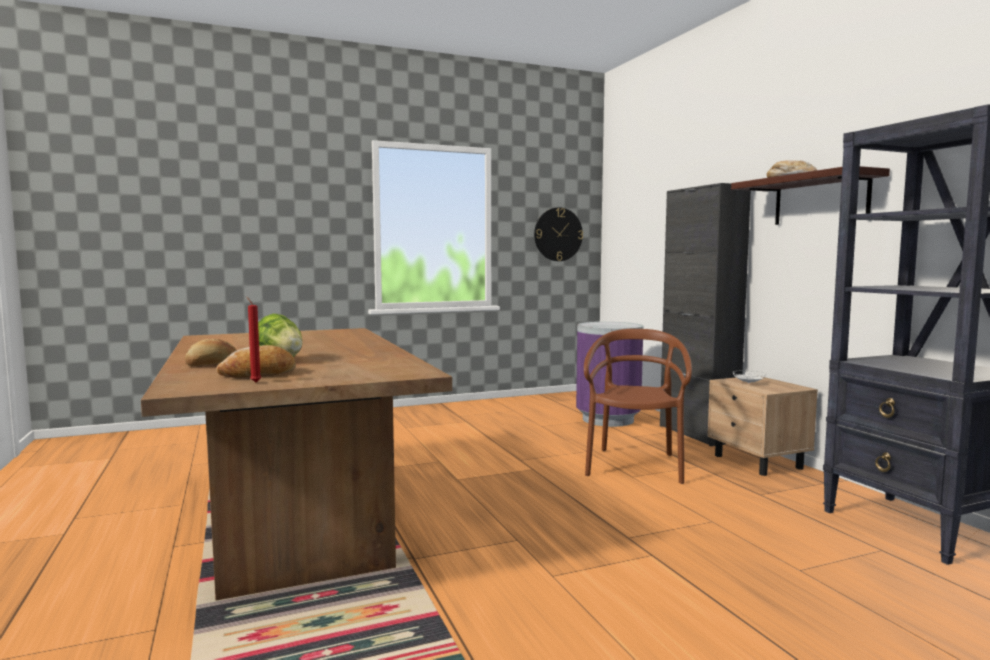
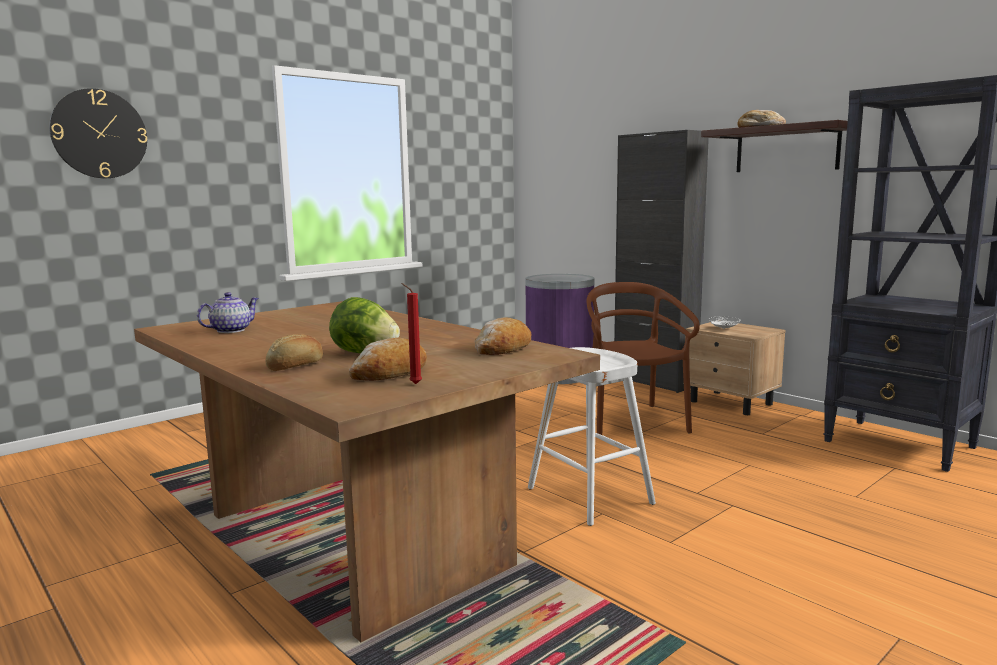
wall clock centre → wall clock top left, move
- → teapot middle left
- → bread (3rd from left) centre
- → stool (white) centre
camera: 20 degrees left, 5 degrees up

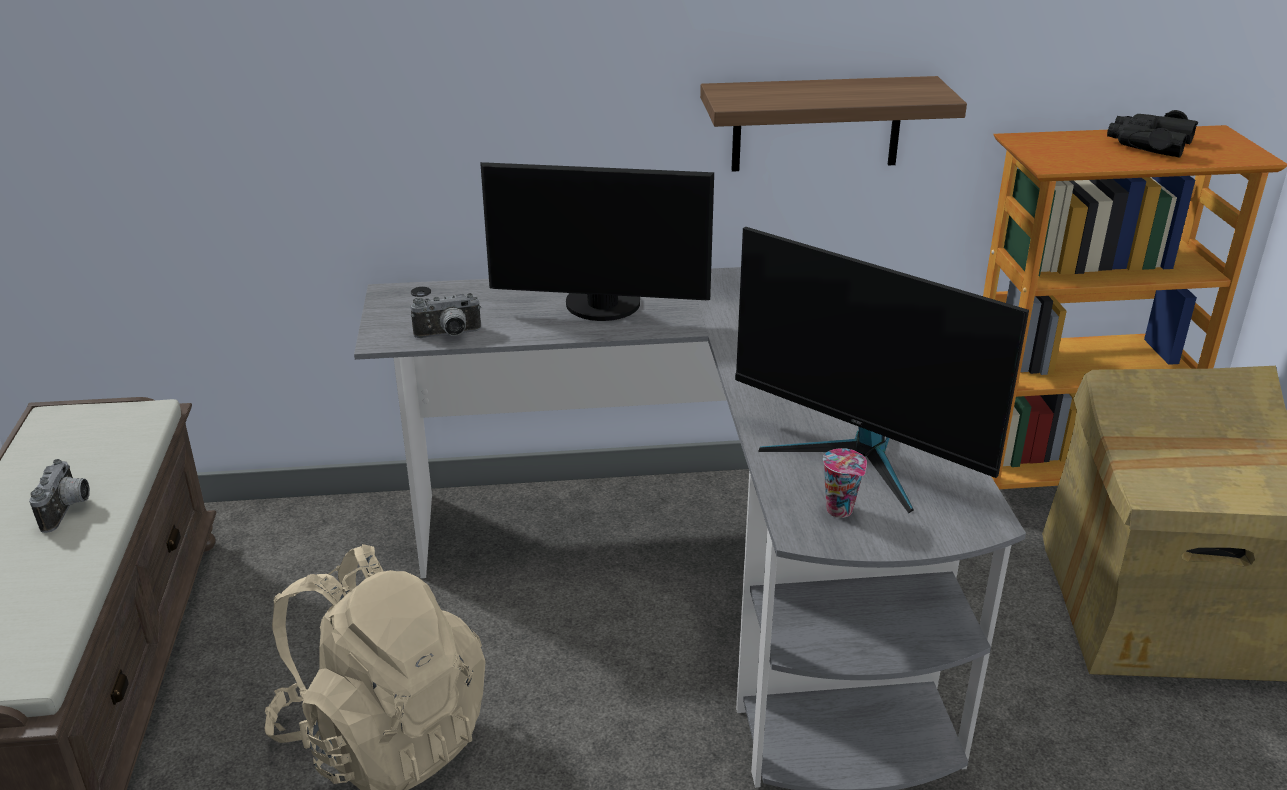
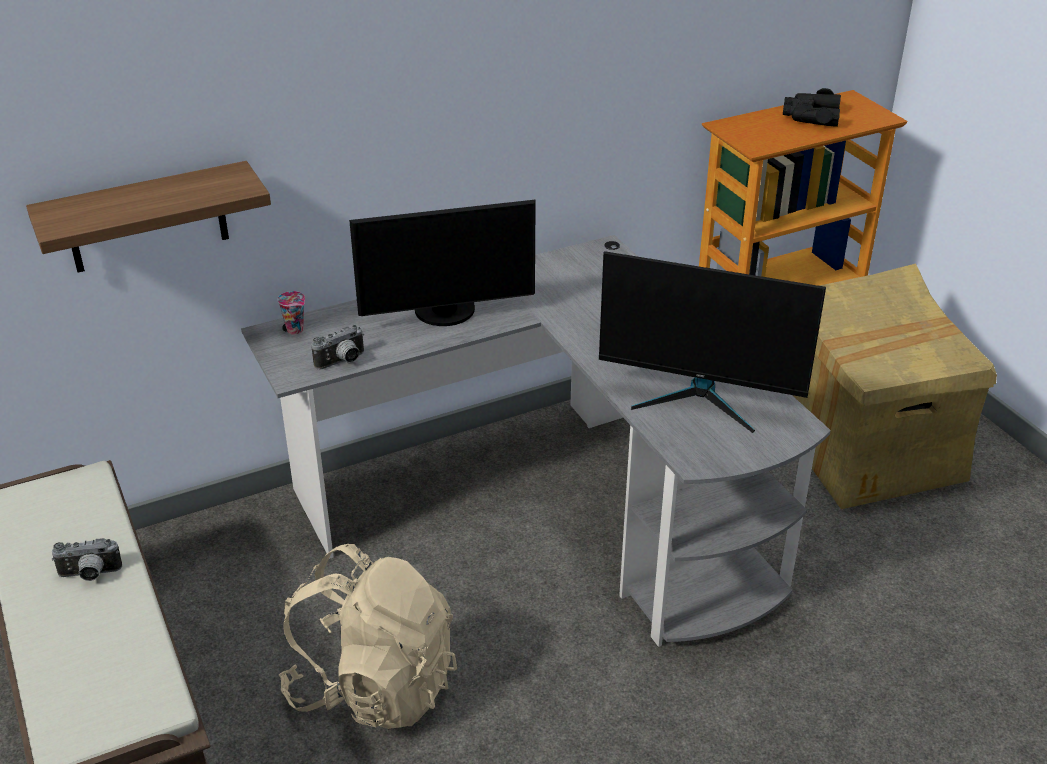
shelf top centre → shelf top left, move
photo camera (1st from left) middle left → photo camera (1st from left) bottom left, 105 degrees clockwise
cup centre → cup middle left, move
camera: 20 degrees left, 5 degrees up

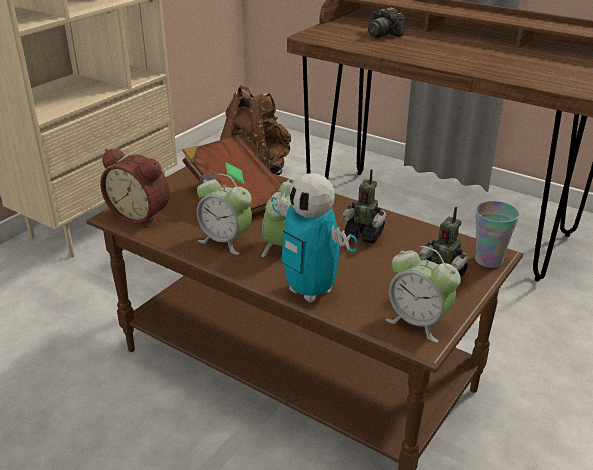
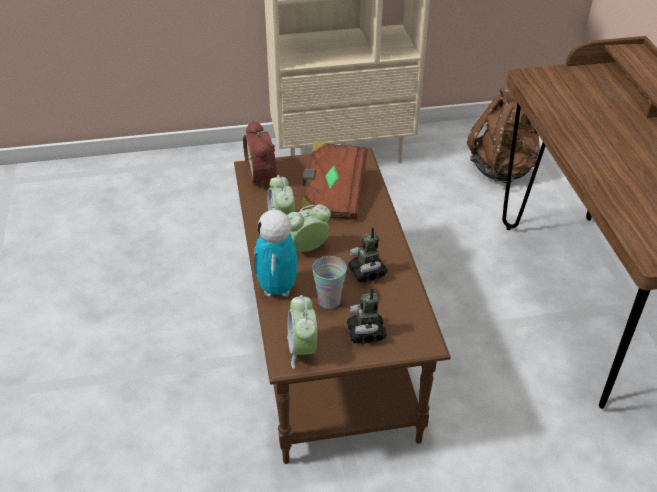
cup middle right → cup centre, move
photo camera top centre → -
camera: 45 degrees right, 10 degrees up

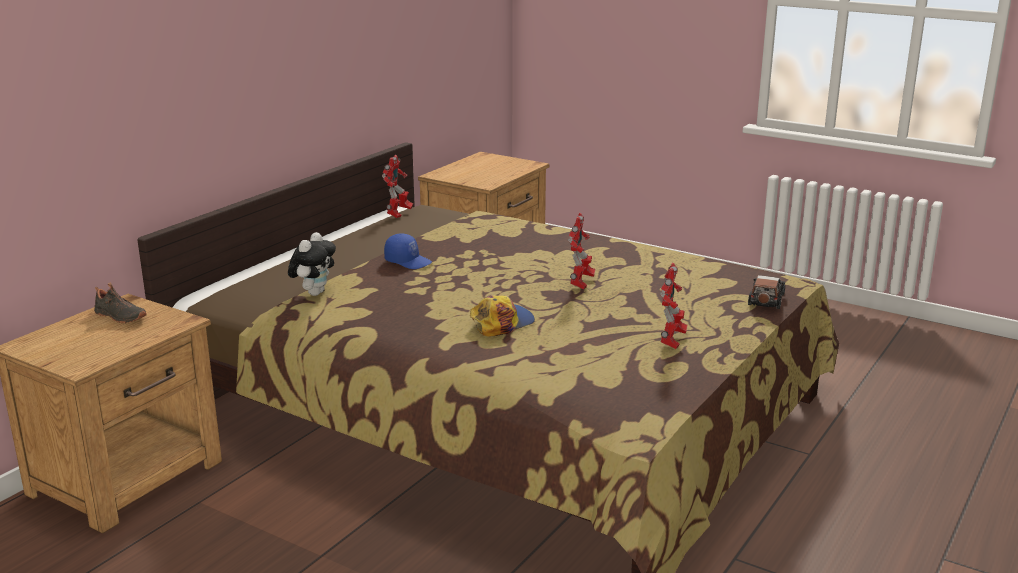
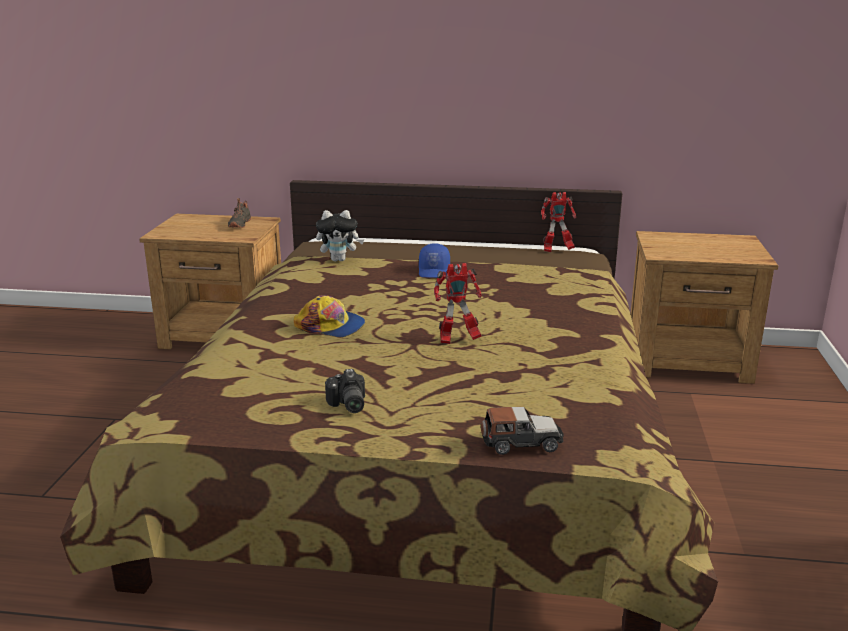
toy robot (3rd from left) centre → photo camera centre
camera: 65 degrees right, 0 degrees up

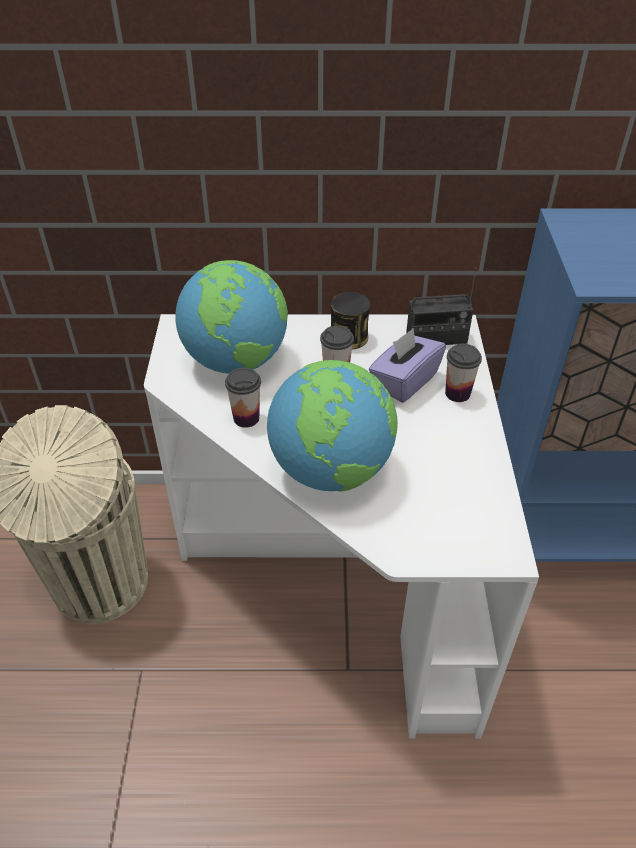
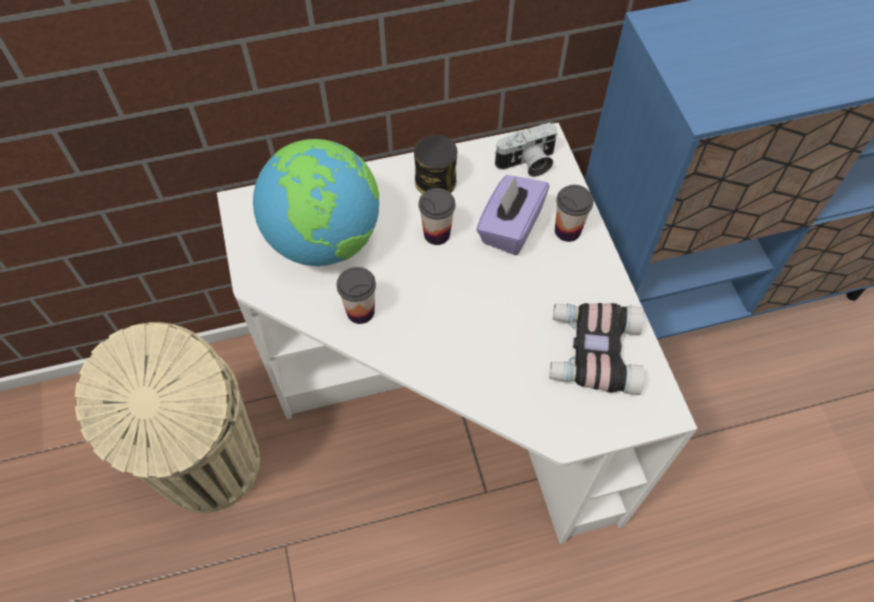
radio middle right → photo camera top centre
- → binoculars middle right
globe (2nd from left) centre → -
camera: 15 degrees left, 15 degrees up

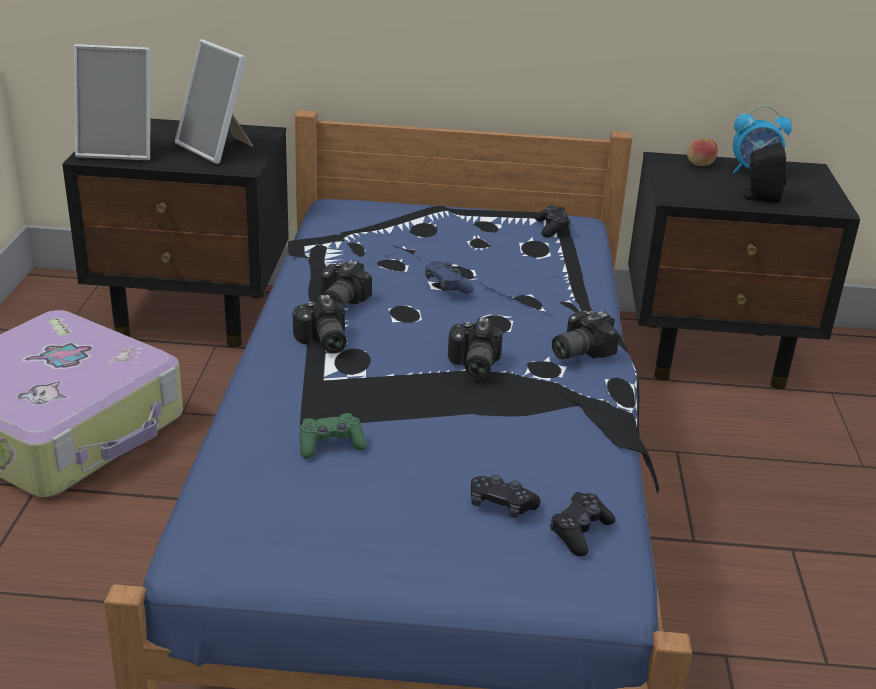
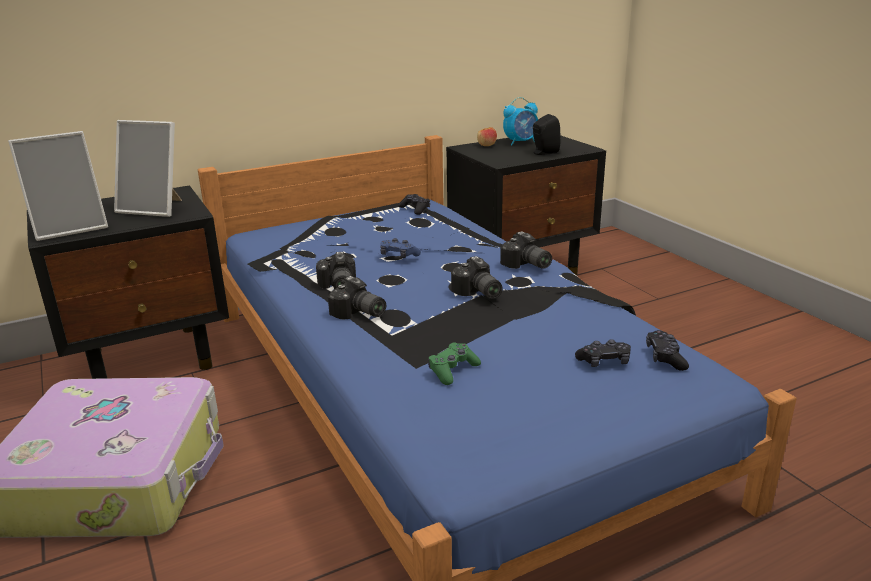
photo camera (4th from left) middle right → photo camera (4th from left) centre, 60 degrees counterclockwise
camera: 30 degrees left, 5 degrees down

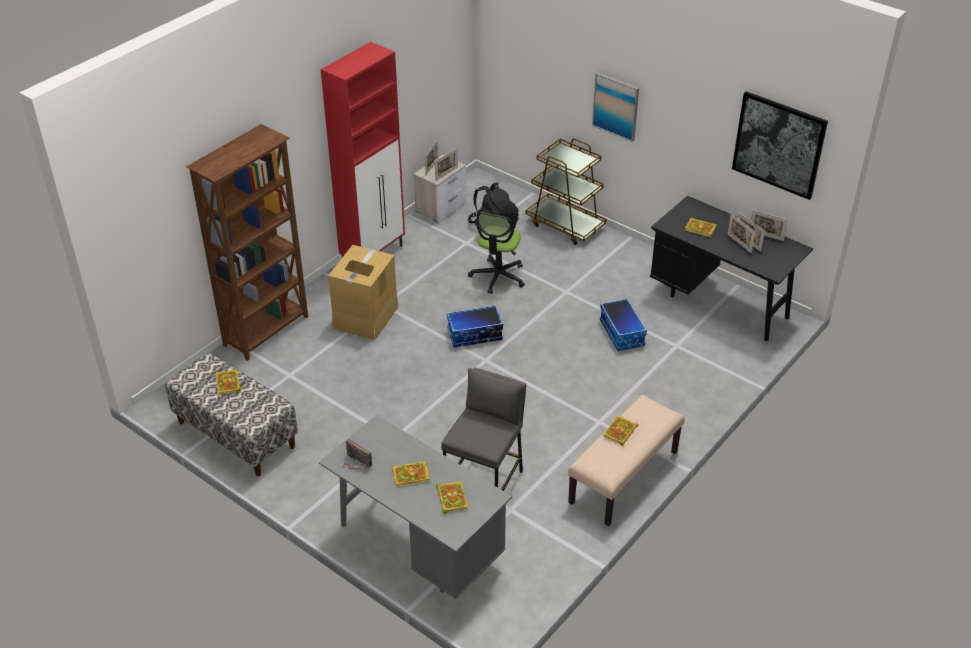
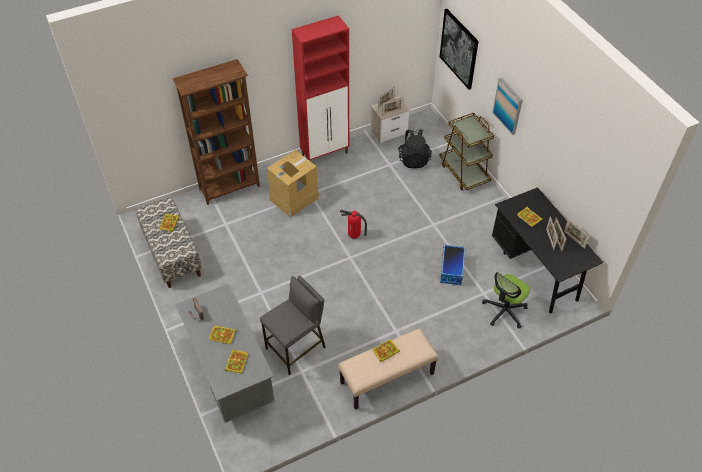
storage box (1st from left) centre → fire extinguisher centre
picture (2nd from left in the first image) top right → picture (1st from left) top centre, move
office chair centre → office chair middle right, move
camera: 25 degrees right, 10 degrees up

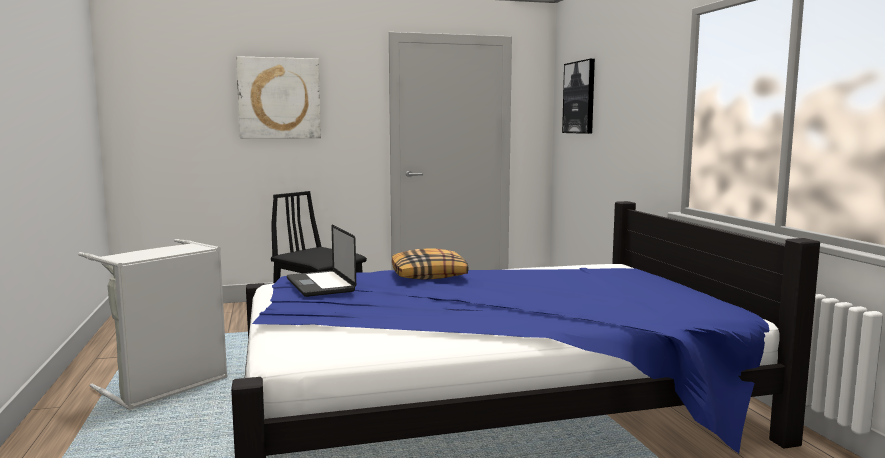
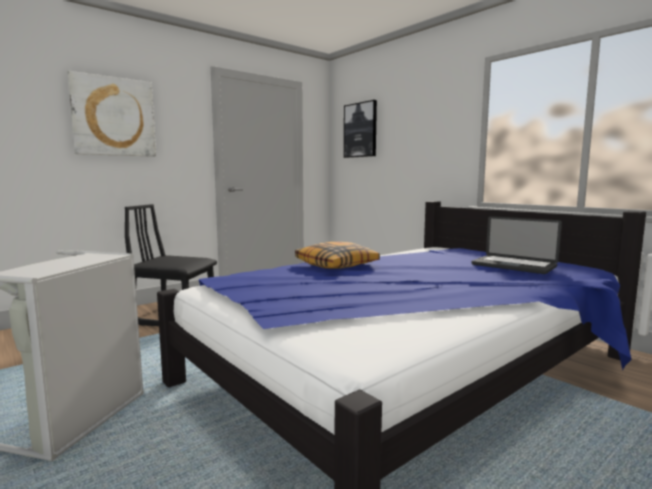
laptop centre → laptop middle right, move
camera: 25 degrees left, 0 degrees up

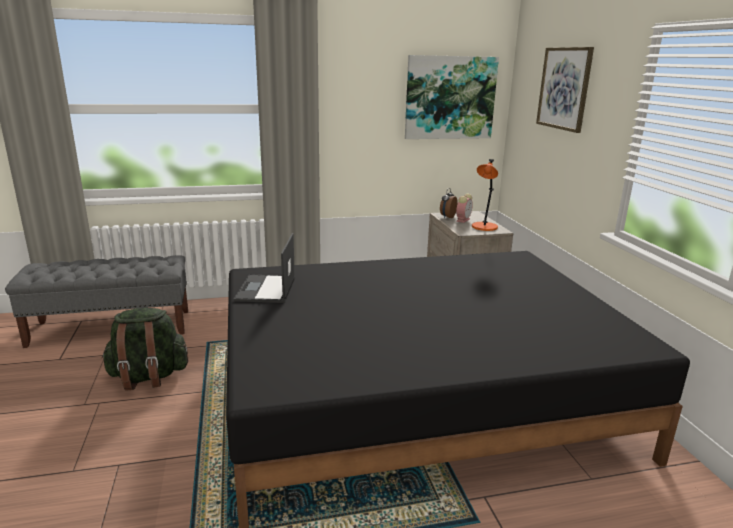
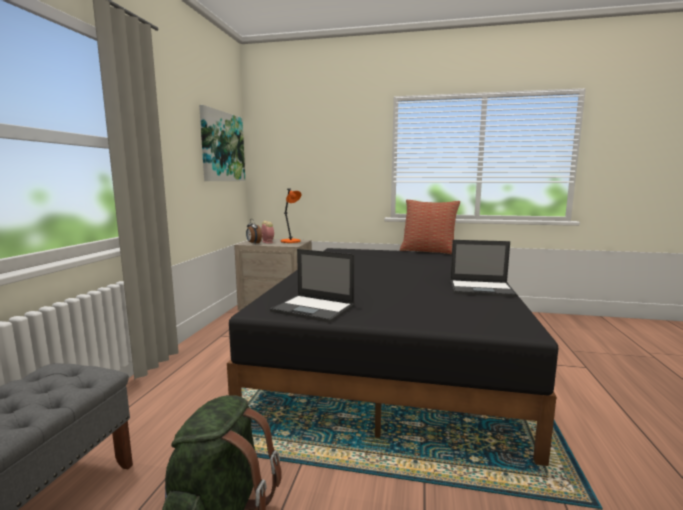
- → pillow centre
- → laptop (2nd from left) middle right
picture (2nd from left) top right → -
camera: 65 degrees left, 10 degrees down

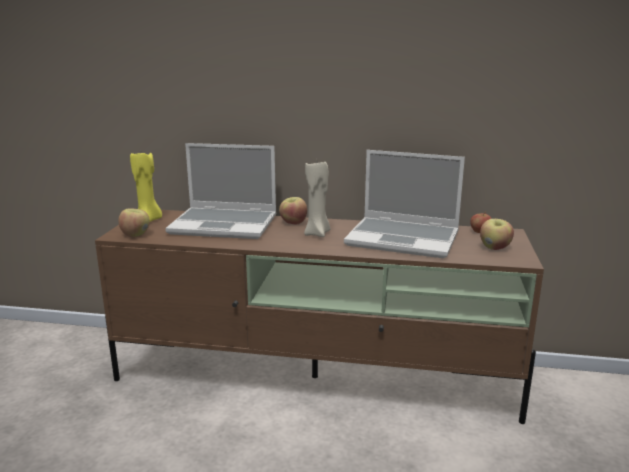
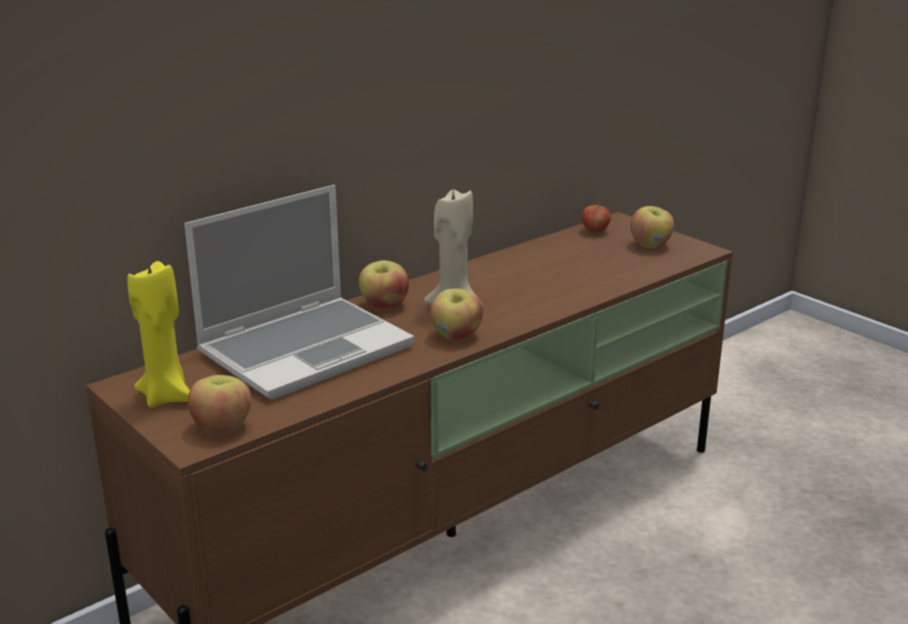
- → apple (3rd from left) centre
laptop (2nd from left) centre → -
camera: 50 degrees left, 5 degrees up

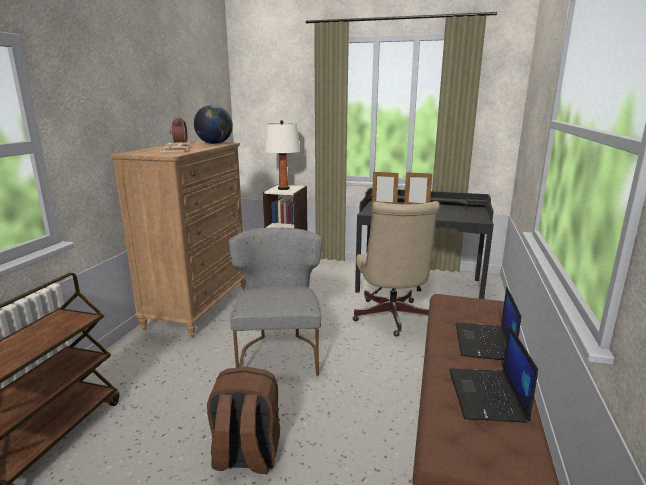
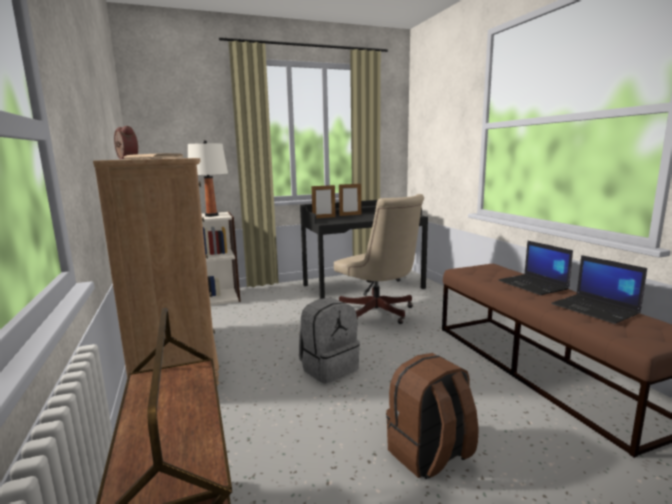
chair (grey) centre → backpack (grey) bottom centre
globe top left → -
camera: 35 degrees left, 5 degrees down

